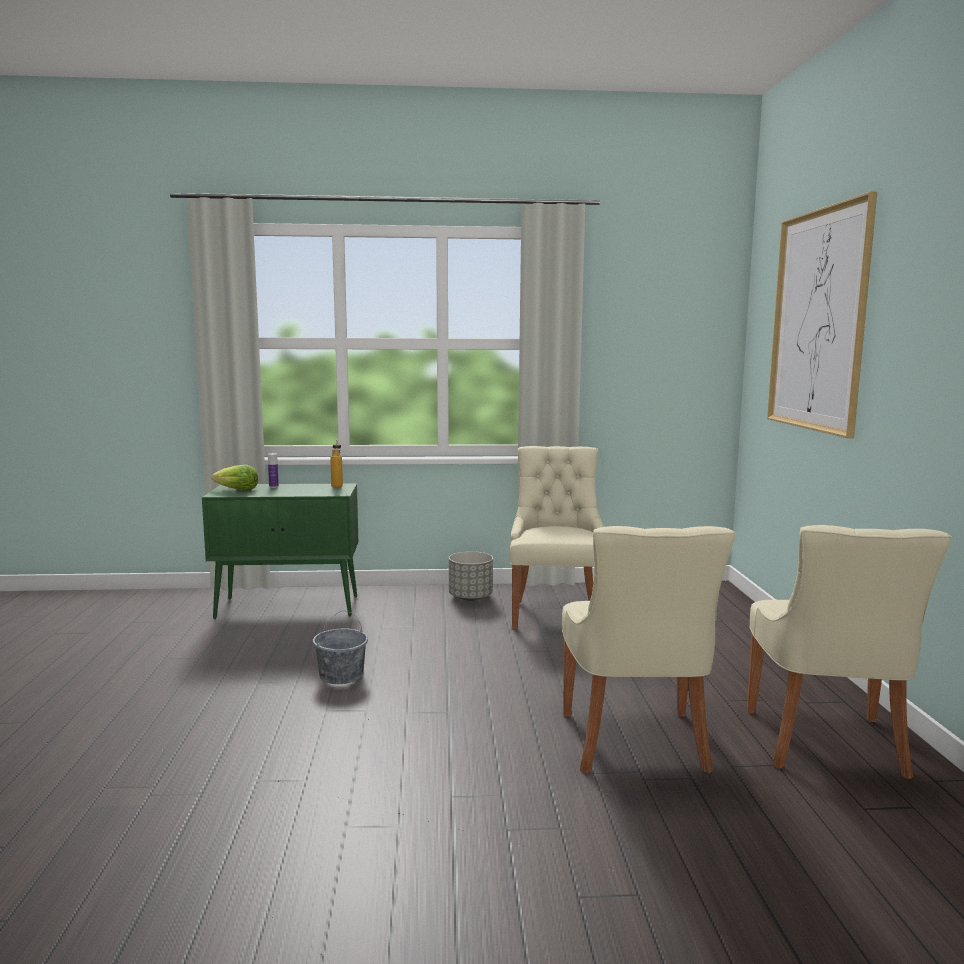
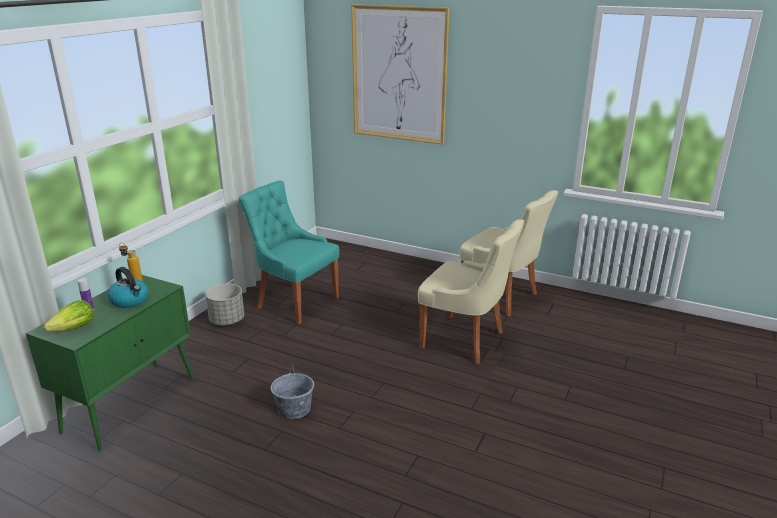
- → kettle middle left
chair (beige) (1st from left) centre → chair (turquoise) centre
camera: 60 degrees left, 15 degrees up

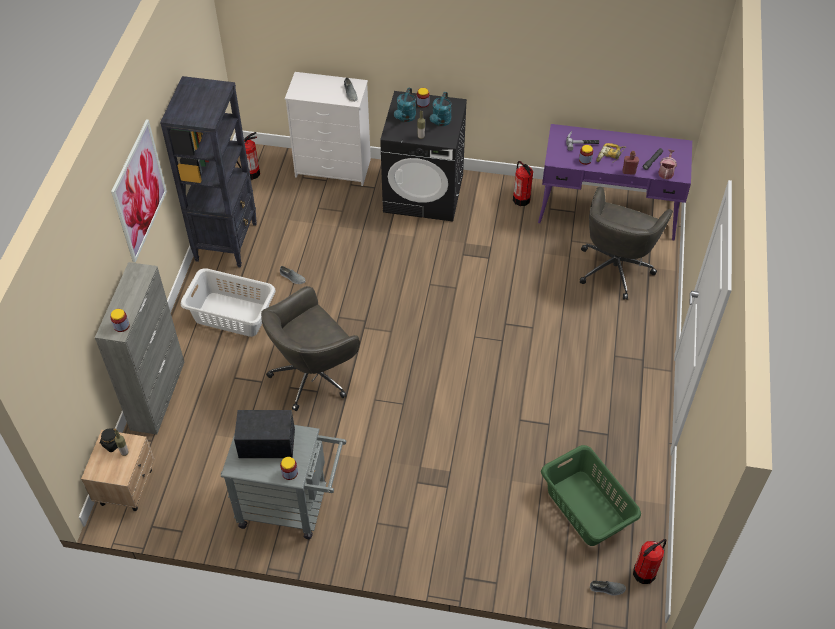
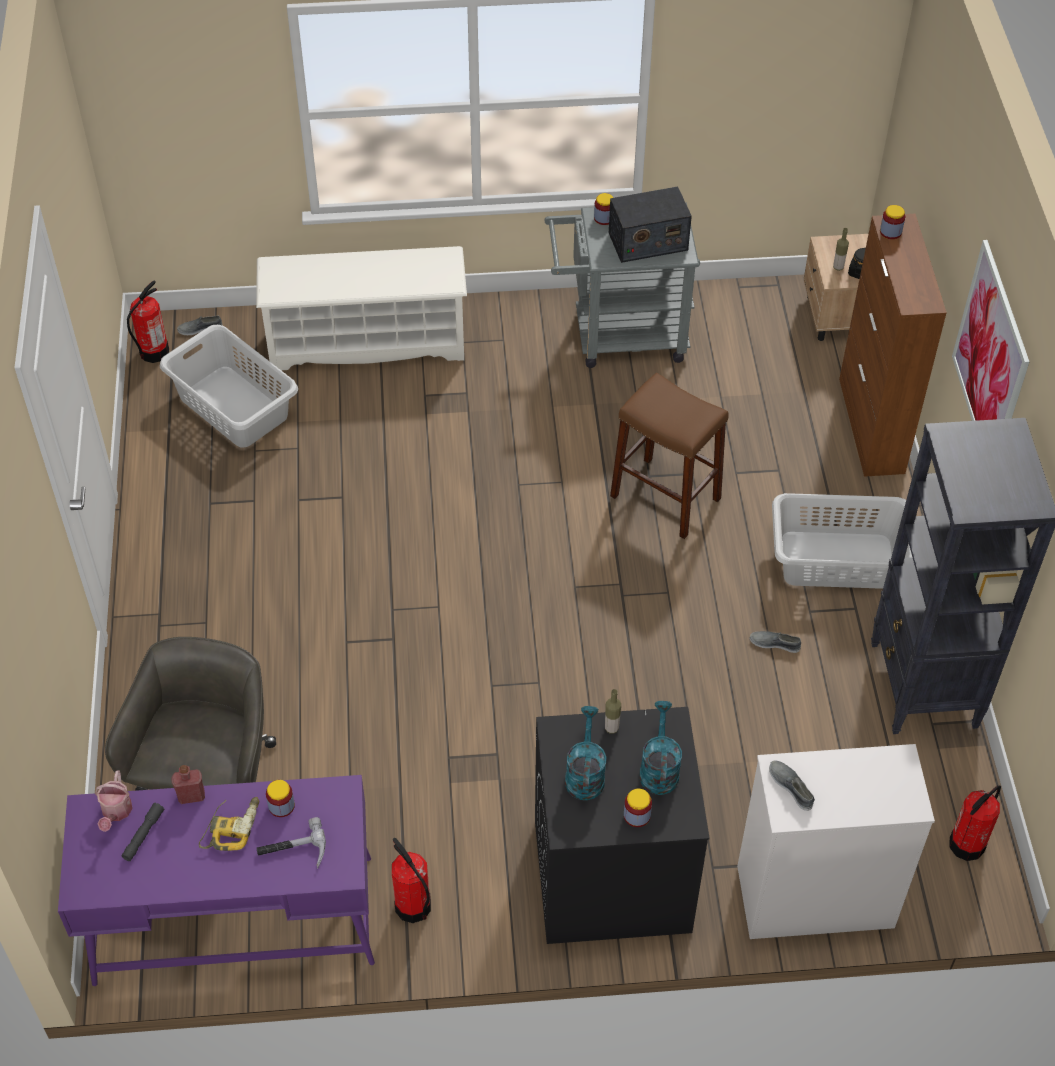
laundry basket (green) bottom right → laundry basket (grey) (1st from left) middle left
- → shoe rack (white) top centre
office chair (grey) (1st from left) centre → stool (brown) centre
cabinet (grey) middle left → cabinet (brown) top right
camera: 165 degrees right, 0 degrees up

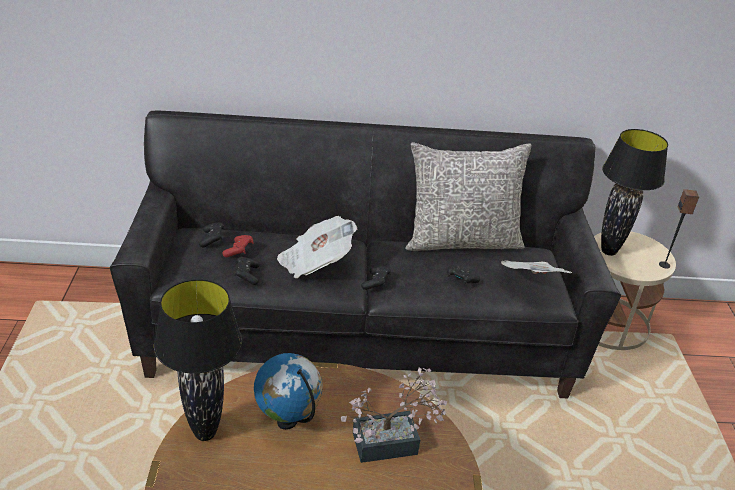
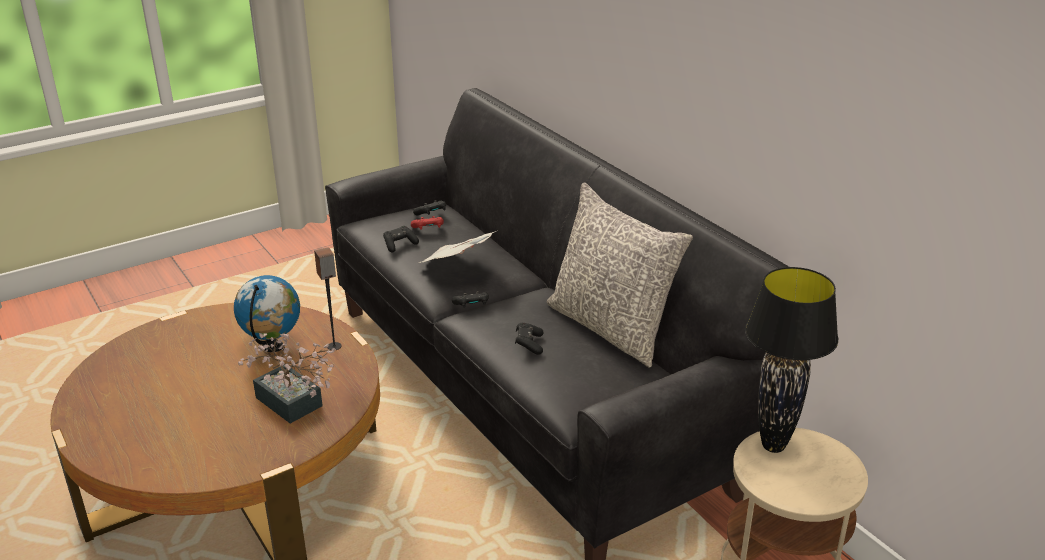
speaker middle right → speaker middle left, move
table lamp (black) (1st from left) bottom left → -
newspaper (2nd from left) middle right → -
camera: 60 degrees right, 5 degrees down

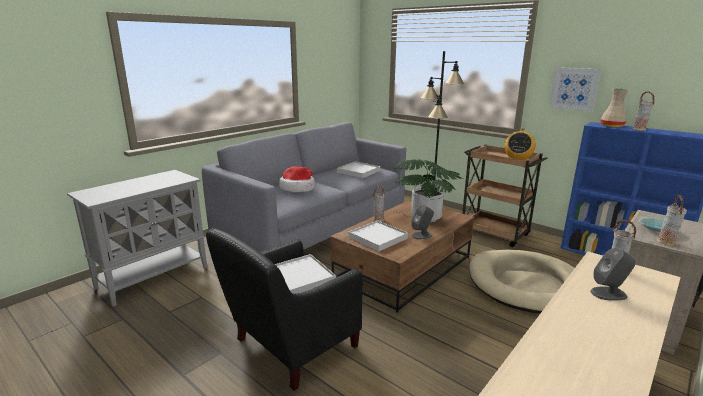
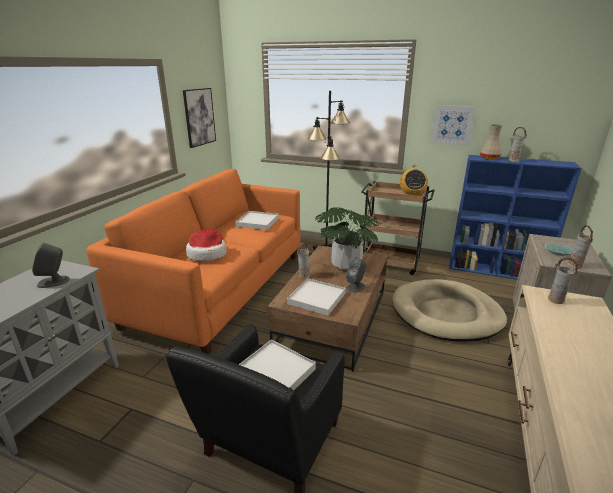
speaker (grey) (2nd from left in the first image) bottom right → speaker (grey) (1st from left) middle left, move
sofa (grey) centre → sofa (orange) middle left
- → picture (1st from left) top left
camera: 20 degrees left, 5 degrees up

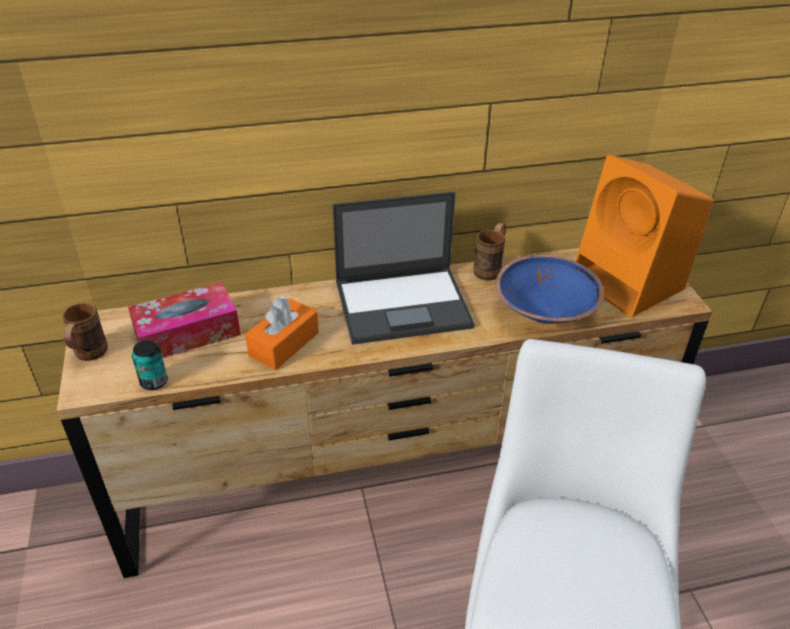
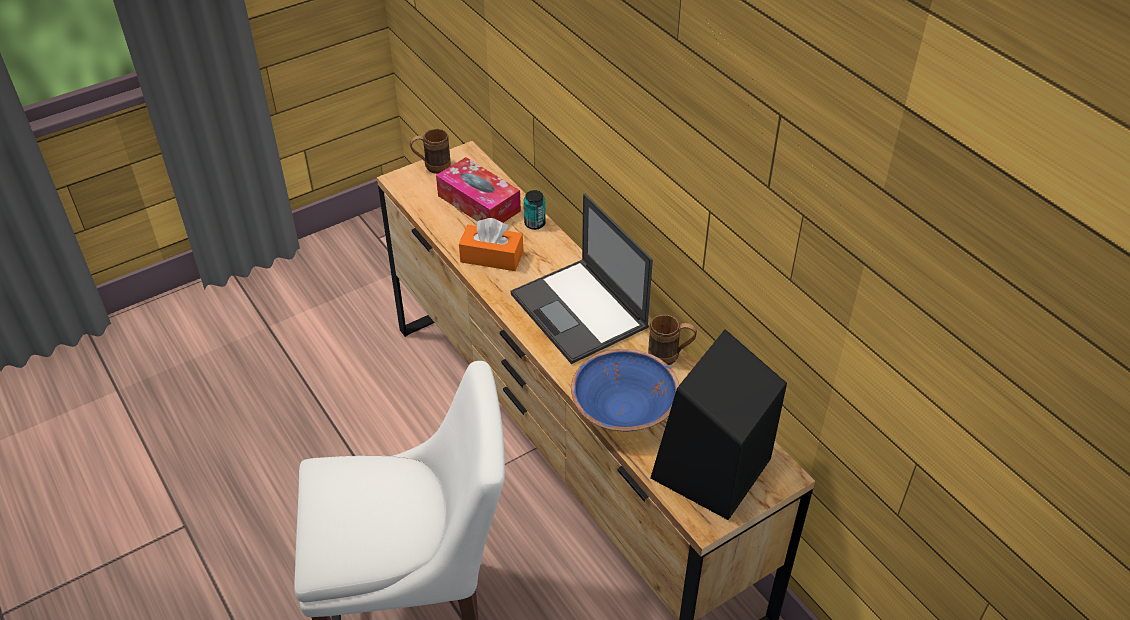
can middle left → can centre, move
speaker (orange) middle right → speaker (black) bottom centre
camera: 70 degrees right, 5 degrees up

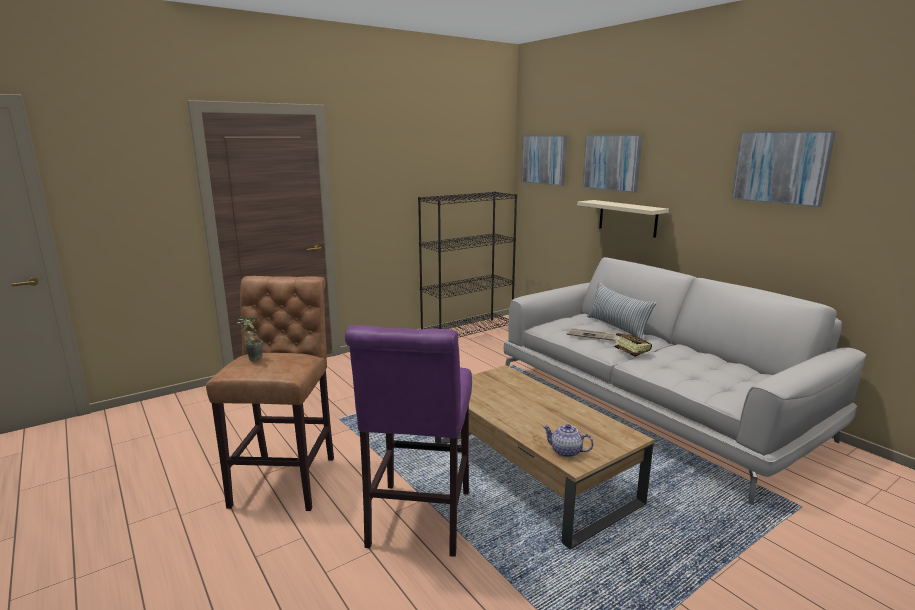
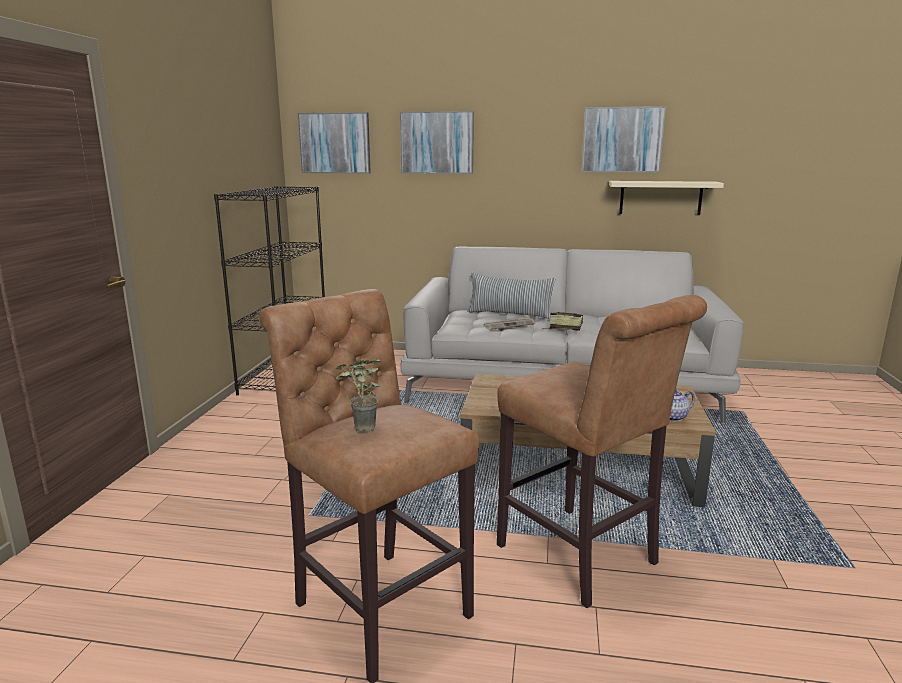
stool (purple) bottom centre → stool (brown) (2nd from left) middle right
shelf (beige) middle right → shelf (beige) top right, move
camera: 45 degrees left, 0 degrees up

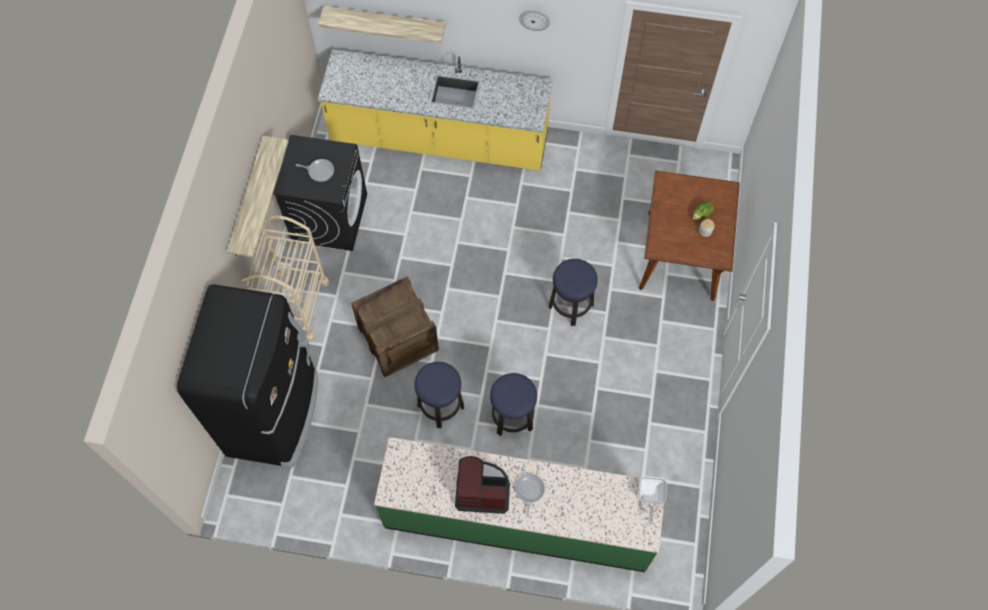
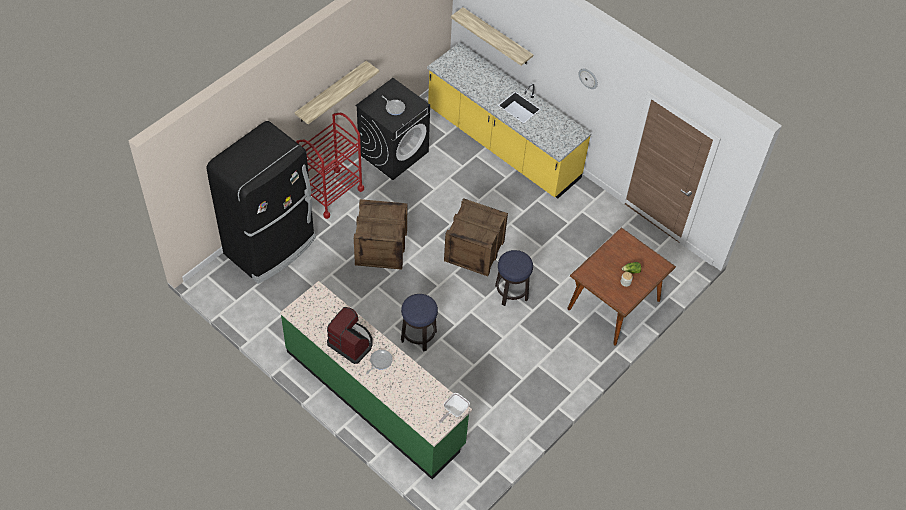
cart (beige) middle left → cart (red) top centre
- → crate (2nd from left) centre
stool (1st from left) centre → -
camera: 30 degrees right, 10 degrees down

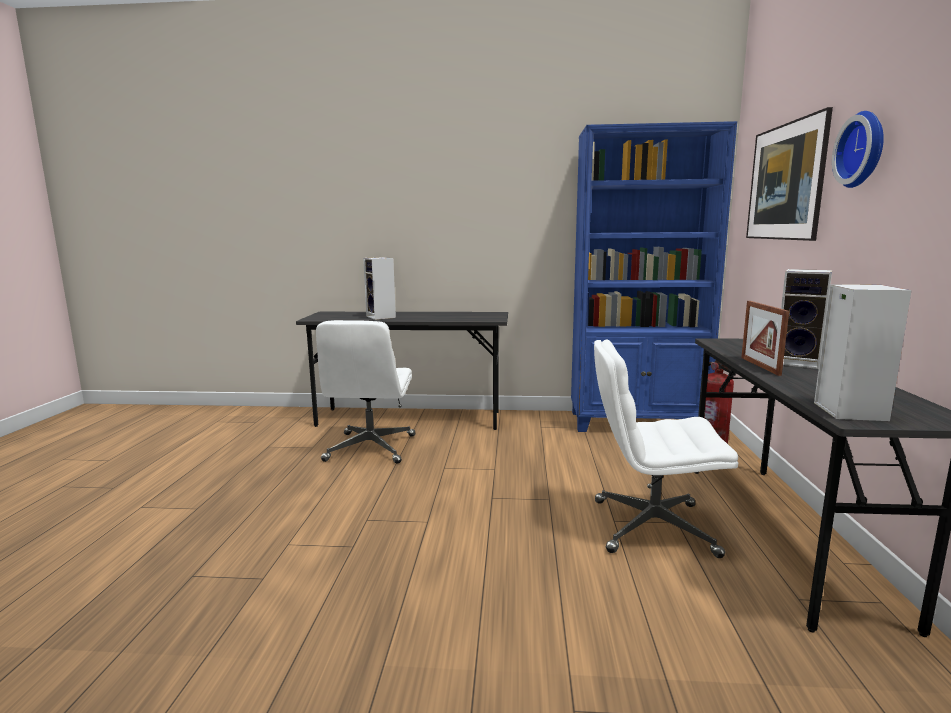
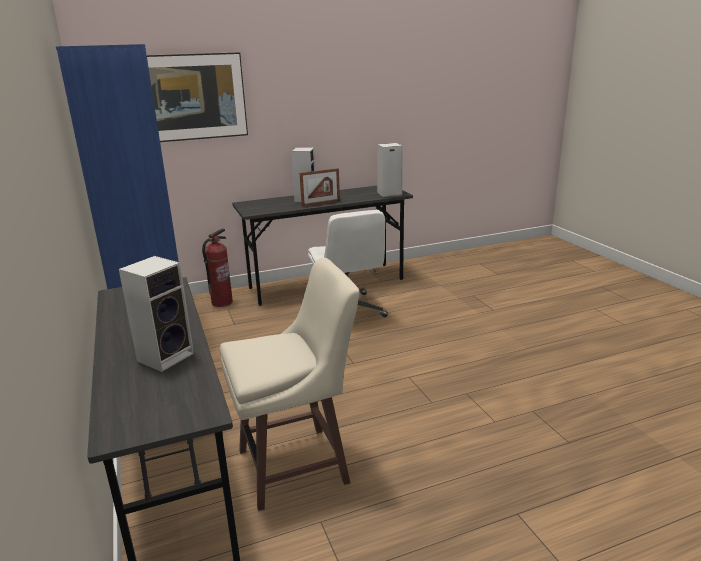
office chair (white) (1st from left) centre → stool (beige) bottom centre
wall clock top right → -
camera: 115 degrees left, 10 degrees up

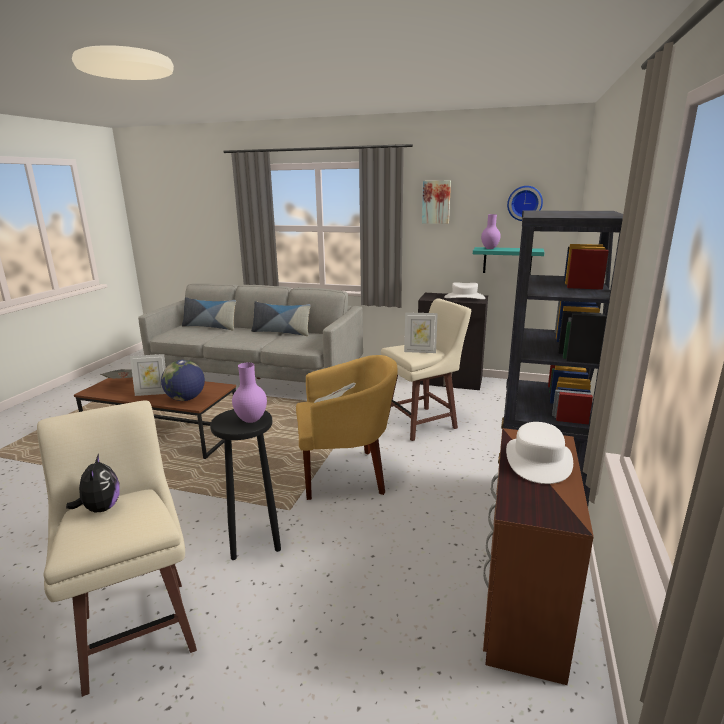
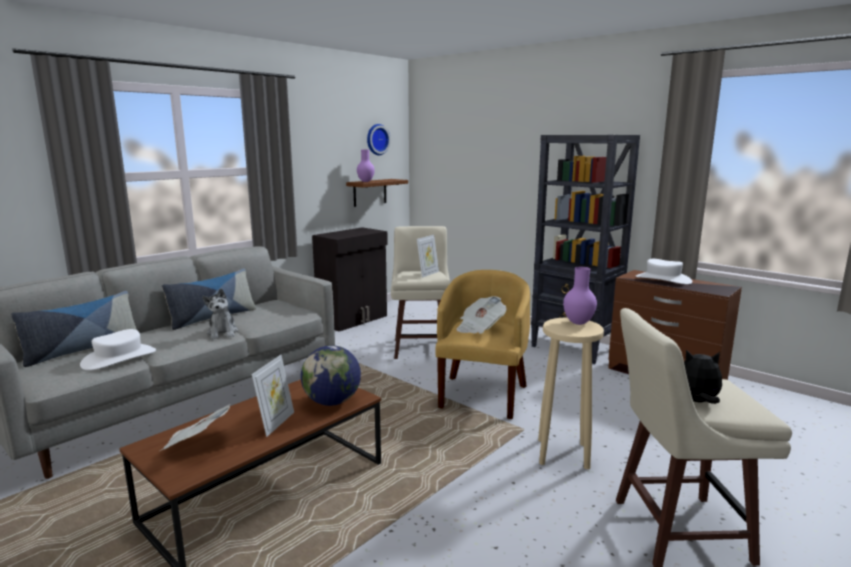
hat (white) (1st from left) centre → hat (white) (1st from left) middle left, move
- → plush toy (1st from left) middle left
shelf (turquoise) middle right → shelf (brown) centre
stool (black) bottom centre → stool (beige) (2nd from left) bottom right
picture top centre → -
camera: 65 degrees left, 5 degrees down

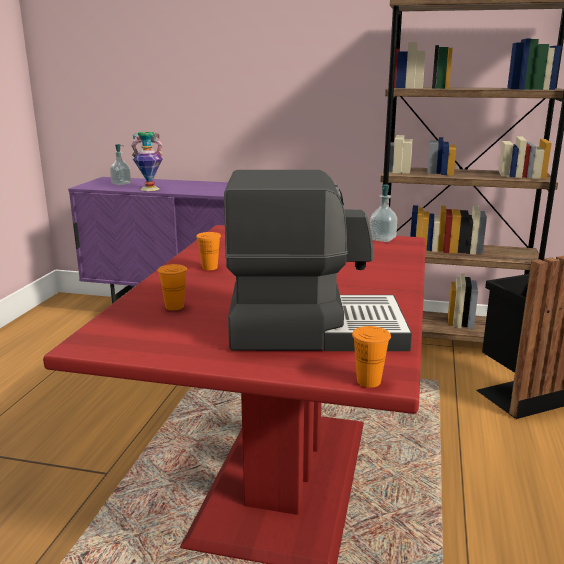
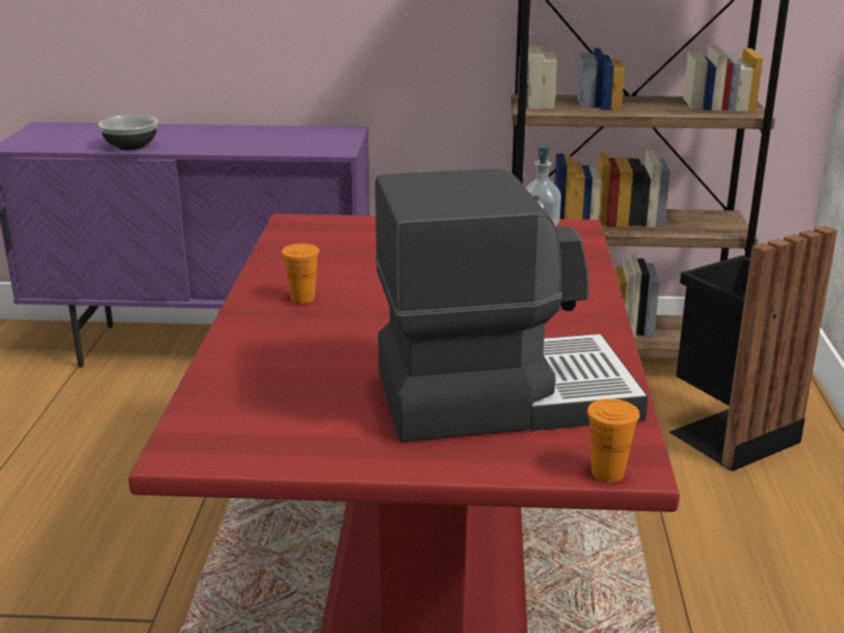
vase top left → bowl top left
soap dispenser (1st from left) top left → -
cup (orange) (1st from left) middle left → -
camera: 10 degrees left, 5 degrees up

